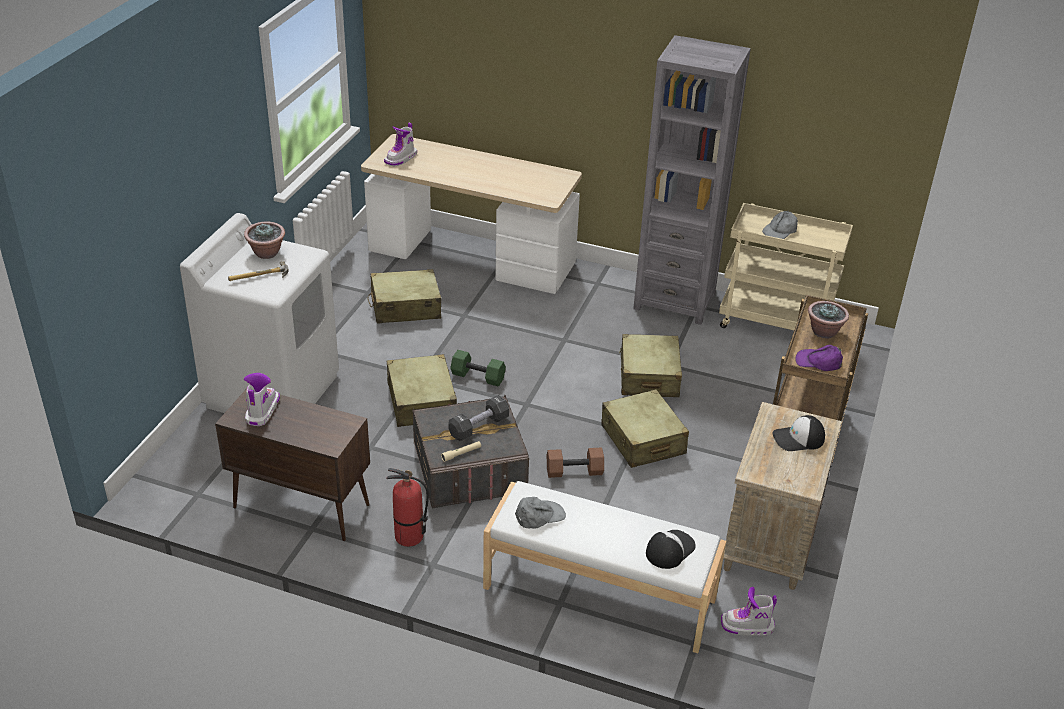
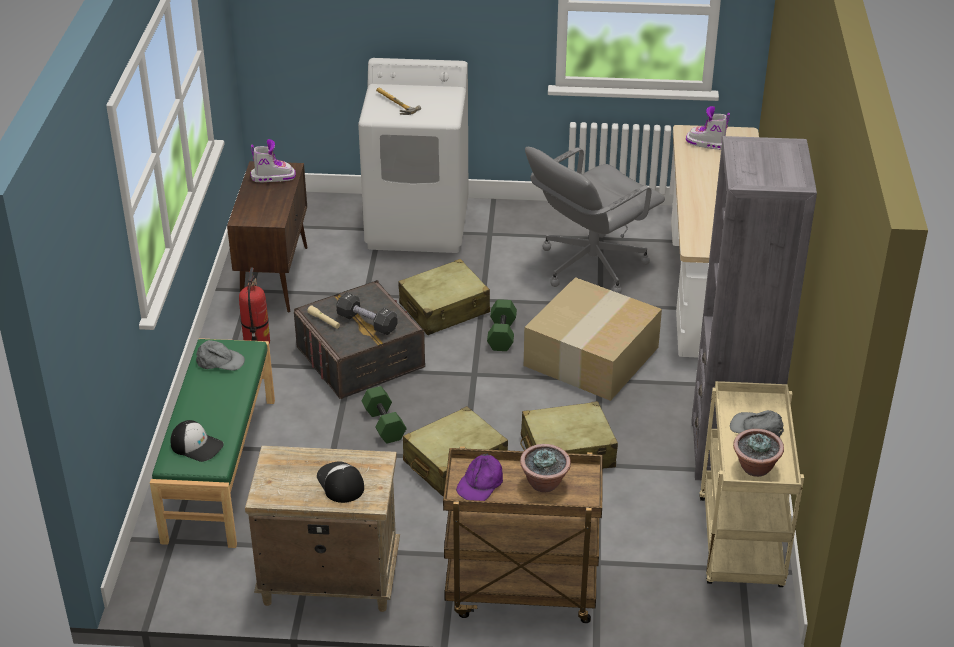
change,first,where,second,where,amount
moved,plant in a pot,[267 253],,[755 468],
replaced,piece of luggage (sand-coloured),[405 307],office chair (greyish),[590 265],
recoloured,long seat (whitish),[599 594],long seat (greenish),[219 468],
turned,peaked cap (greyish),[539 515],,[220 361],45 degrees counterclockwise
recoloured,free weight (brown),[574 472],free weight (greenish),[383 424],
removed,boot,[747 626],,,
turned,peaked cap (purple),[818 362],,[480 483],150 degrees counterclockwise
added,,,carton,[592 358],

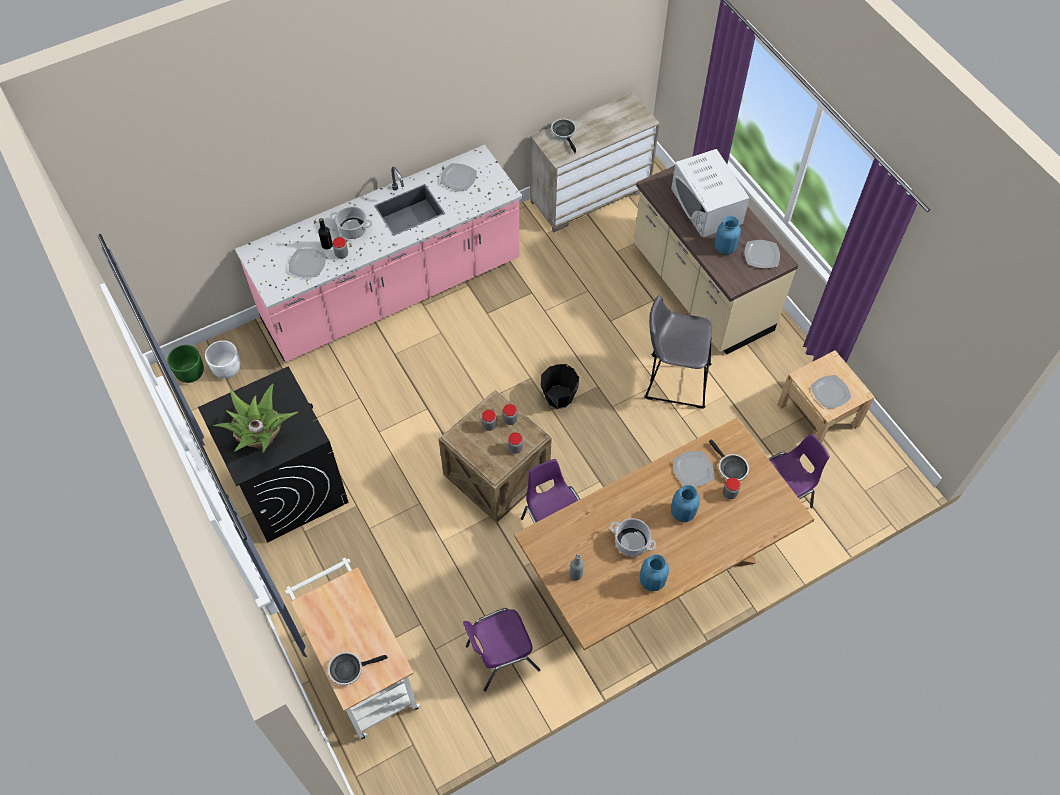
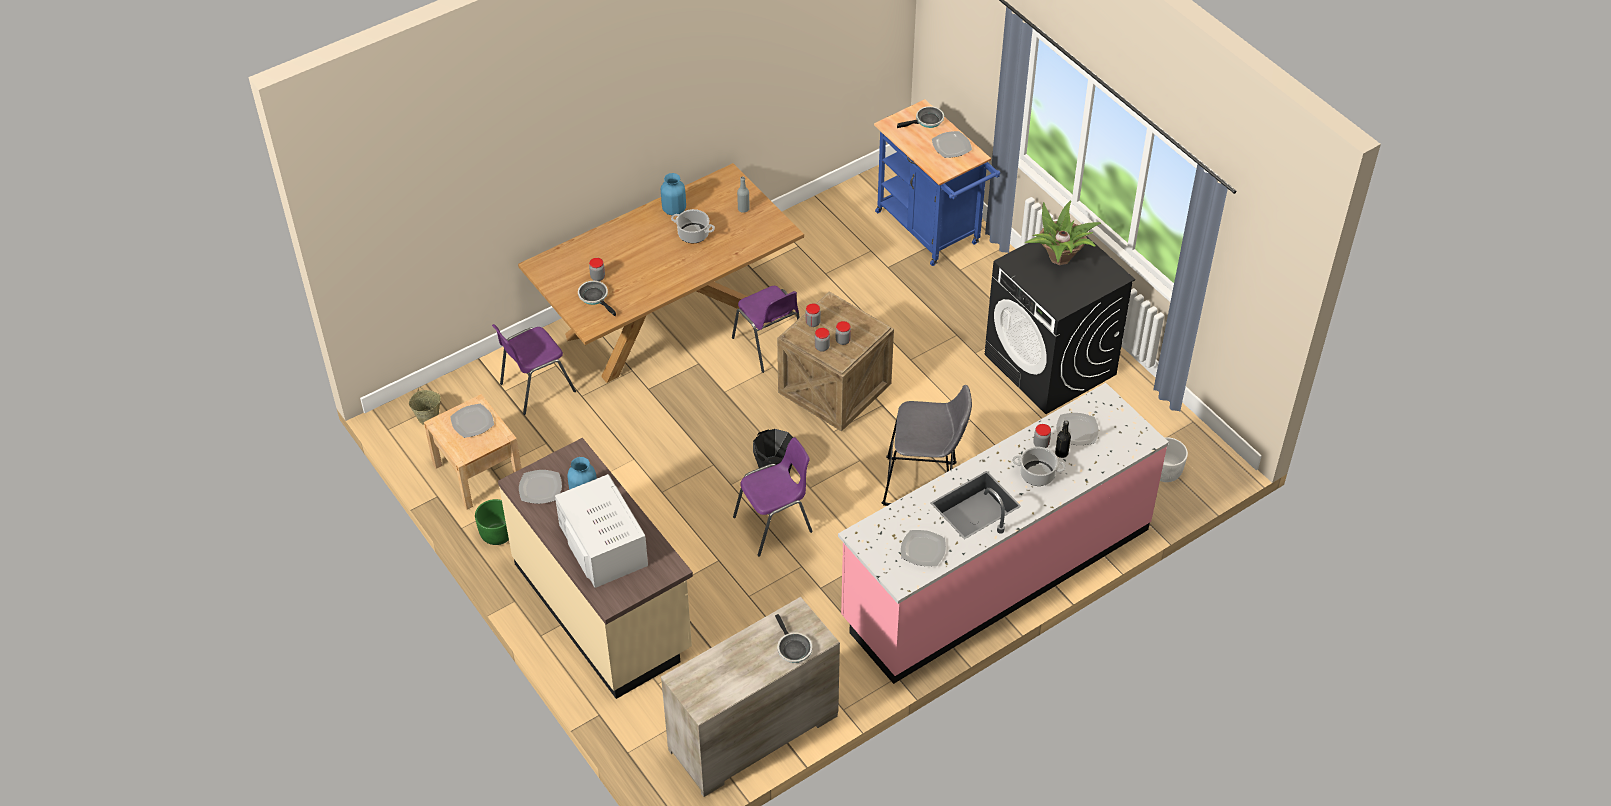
change,first,where,second,where,amount
moved,plant pot (greenish),[190 373],,[497 533],
recoloured,cart (whitish),[363 671],cart (blue-coloured),[932 231],
moved,upright chair (purple),[500 657],,[775 524],
moved,stool (greyish),[673 380],,[924 485],
removed,decorative vase (blue-coloured),[682 512],,,
moved,plate,[693 469],,[951 146],
added,,,bucket (sand-coloured),[428 417],

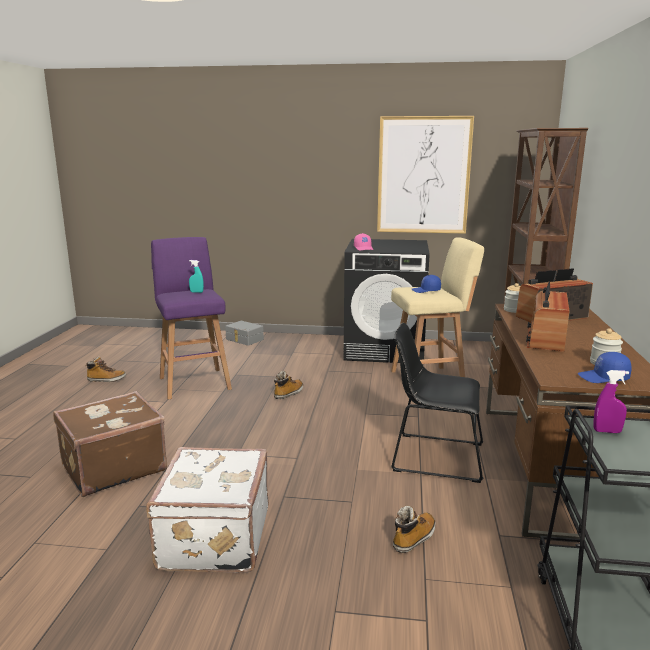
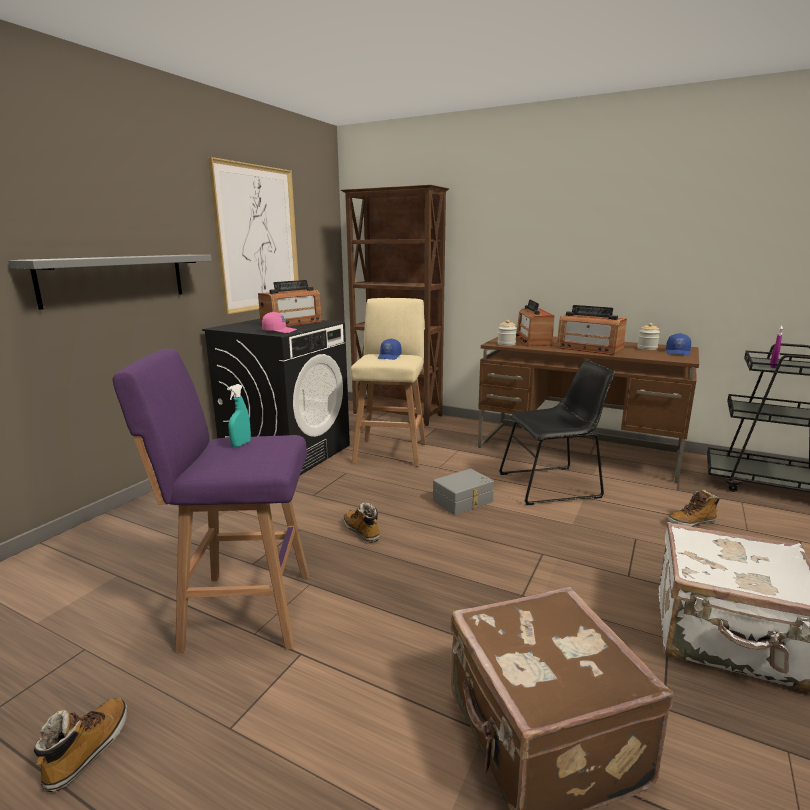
change,first,where,second,where,amount
moved,storage box (greyish),[244 339],,[463 501],
turned,upright chair (black-coloured),[433 456],,[553 485],135 degrees counterclockwise
turned,boot,[414 538],,[691 522],75 degrees counterclockwise
added,,,wall shelf (greyish),[115 279],
added,,,radio,[292 323],

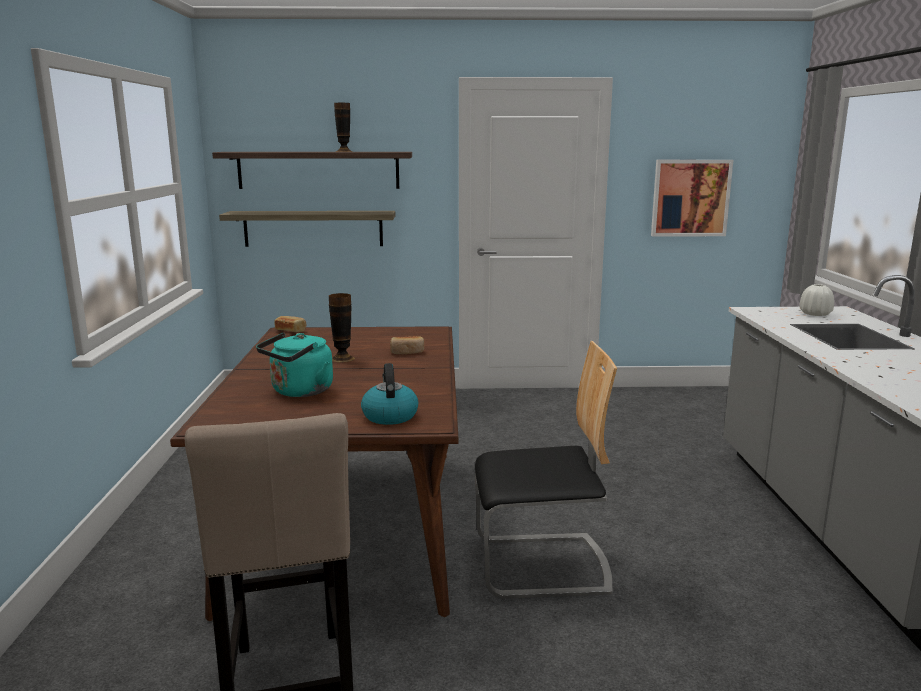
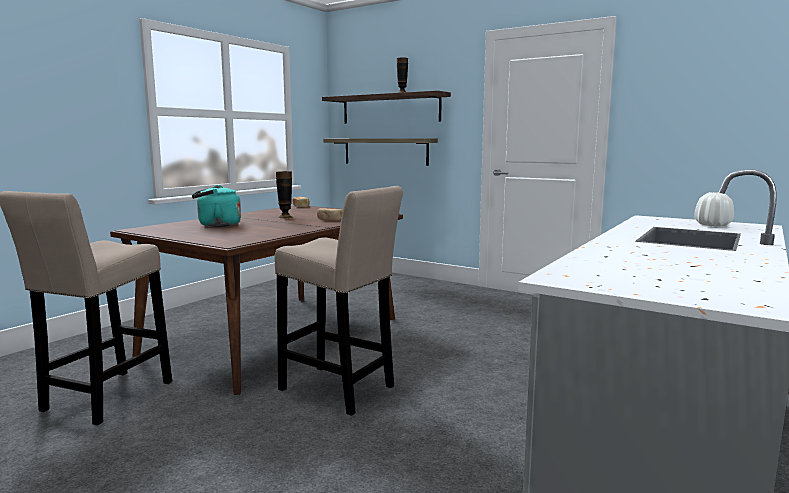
change,first,where,second,where,amount
removed,tea kettle,[389 416],,,
replaced,upright chair,[541 565],stool (sand-coloured),[340 390],
removed,picture,[690 198],,,

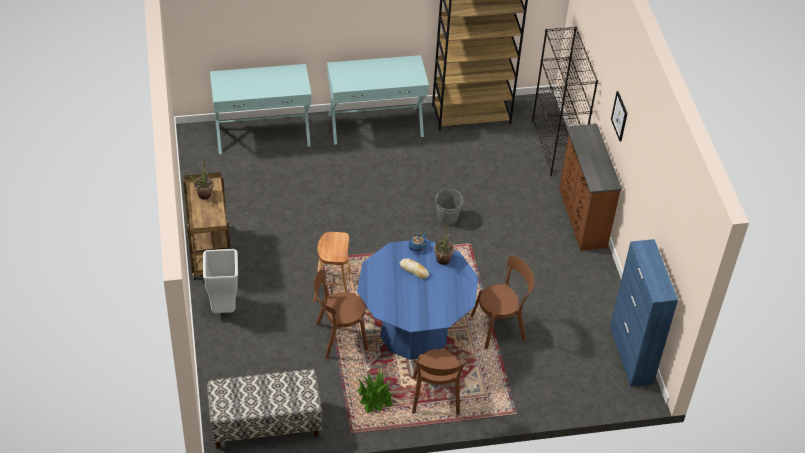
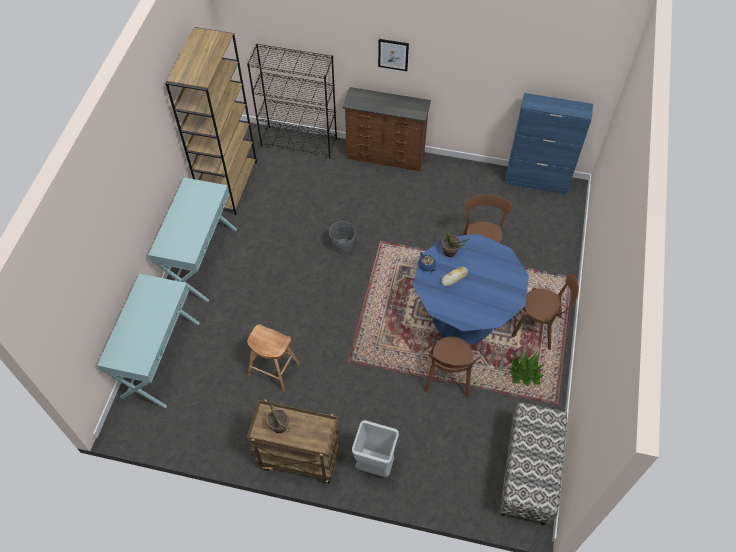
change,first,where,second,where,amount
moved,stool (brown),[332 286],,[274 369],

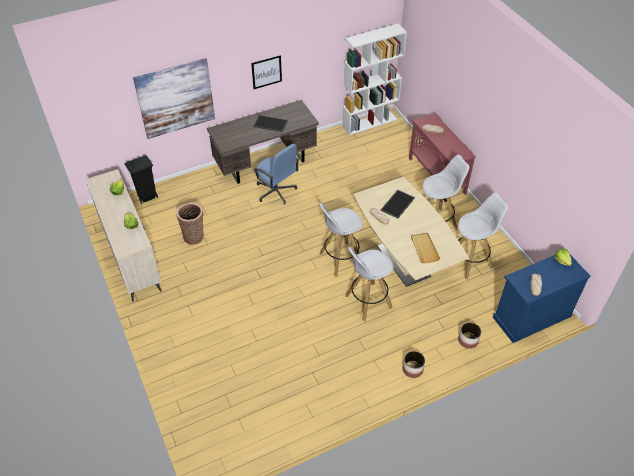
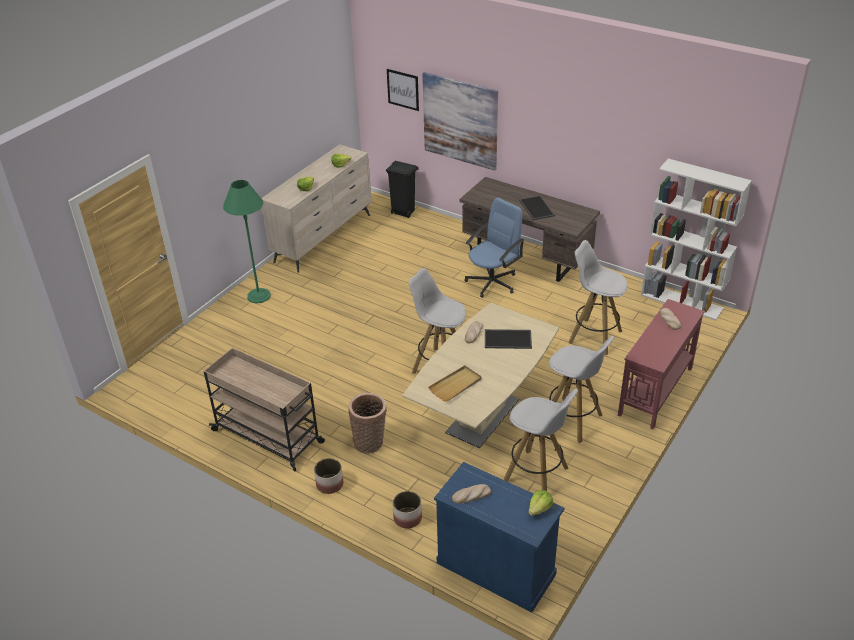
change,first,where,second,where,amount
moved,storage basket,[194 236],,[370 442],
moved,picture,[266 72],,[403 89],
turned,office chair (blue-coloured),[276 191],,[492 282],150 degrees counterclockwise
moved,stool (whitish),[367 302],,[594 336],
added,,,cart (sand-coloured),[269 437],
added,,,standing lamp (greenish),[259 296],

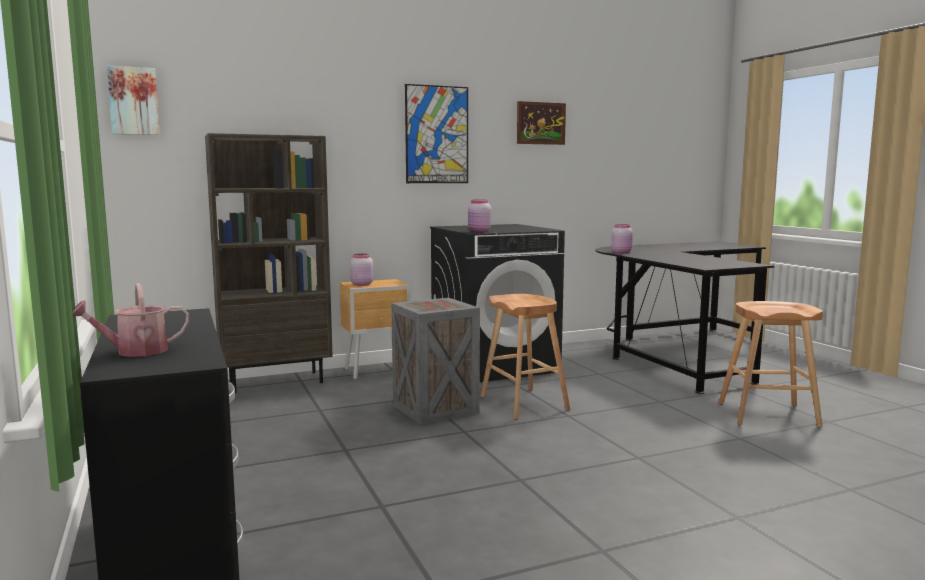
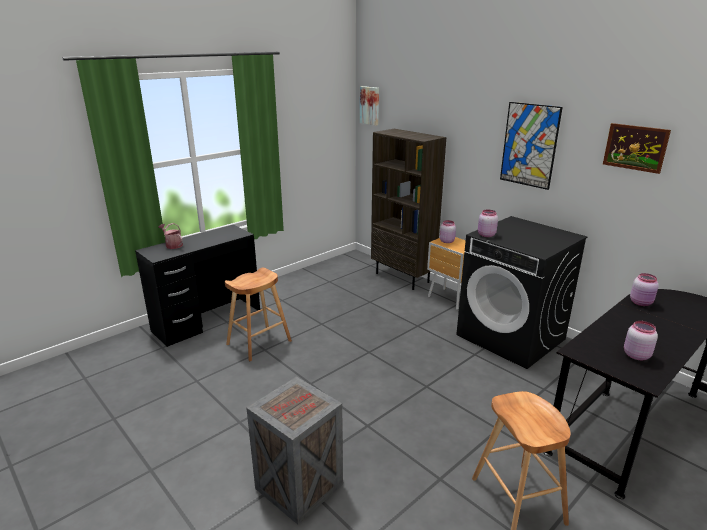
change,first,where,second,where,amount
moved,crate,[434 410],,[297 486],
moved,stool (brown),[523 403],,[259 342],
added,,,preserve jar (pinkish),[635 355],

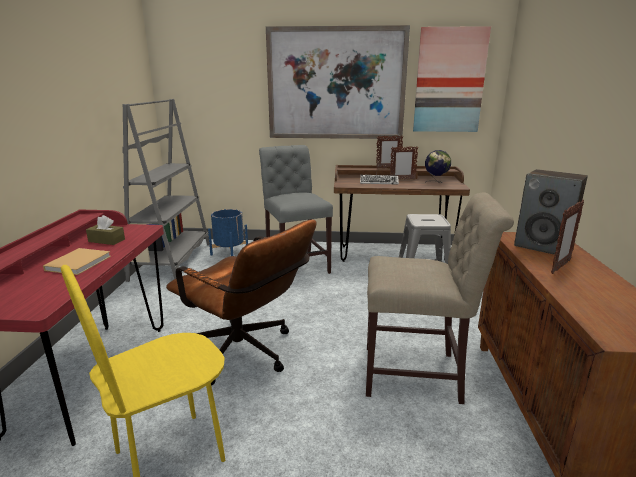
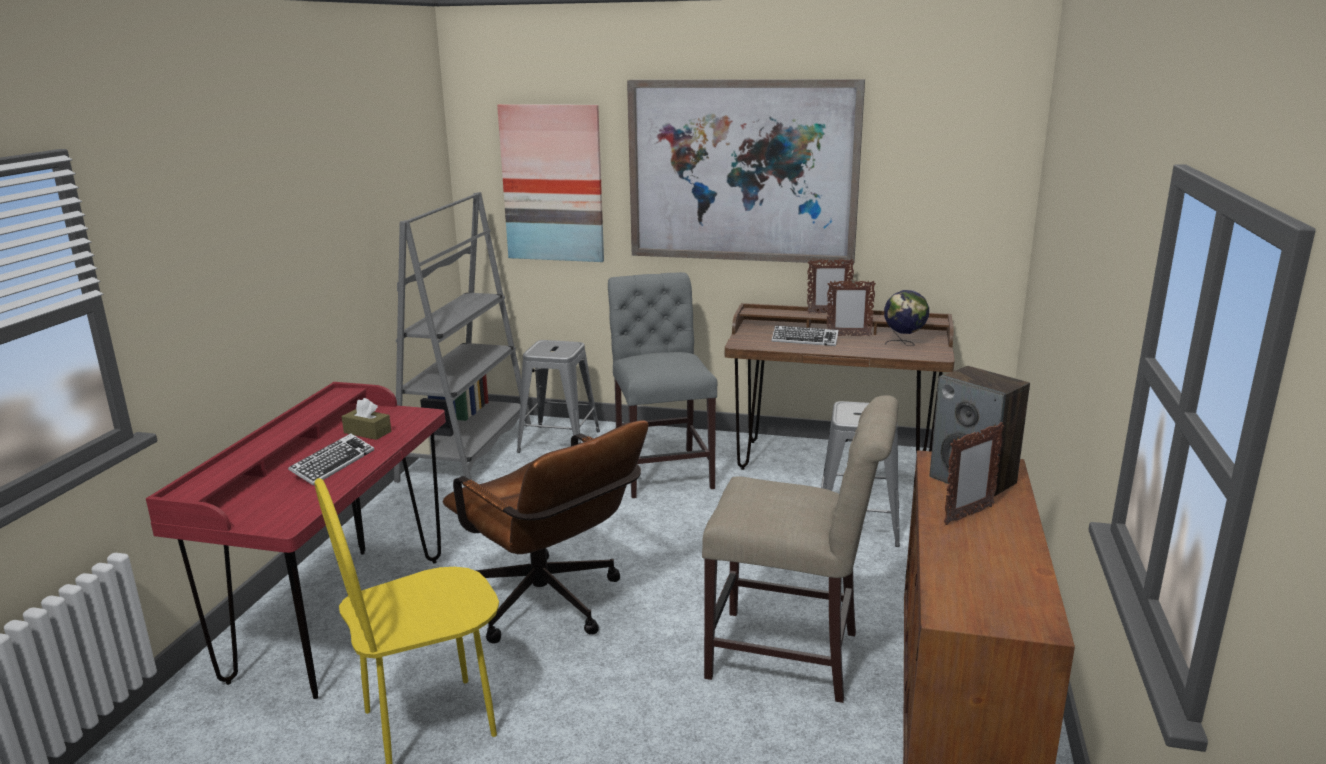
change,first,where,second,where,amount
replaced,book (sand-coloured),[80 262],computer keyboard,[333 464],
replaced,plant pot (blue-coloured),[229 252],stool (greyish),[559 442],
moved,picture,[449 81],,[552 183],

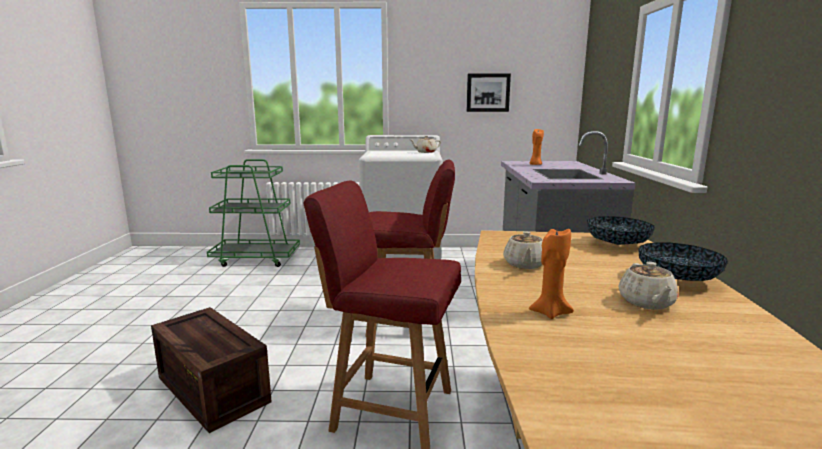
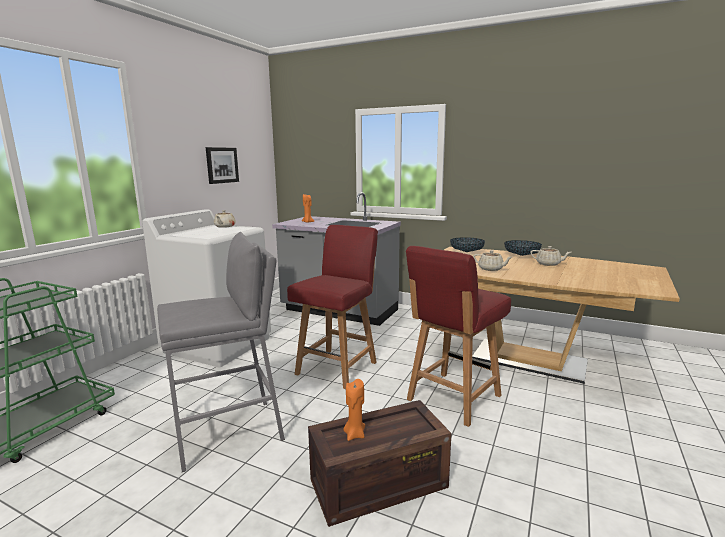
change,first,where,second,where,amount
moved,wax light (orangey),[550 312],,[354 434],
added,,,stool (greyish),[229 433],

